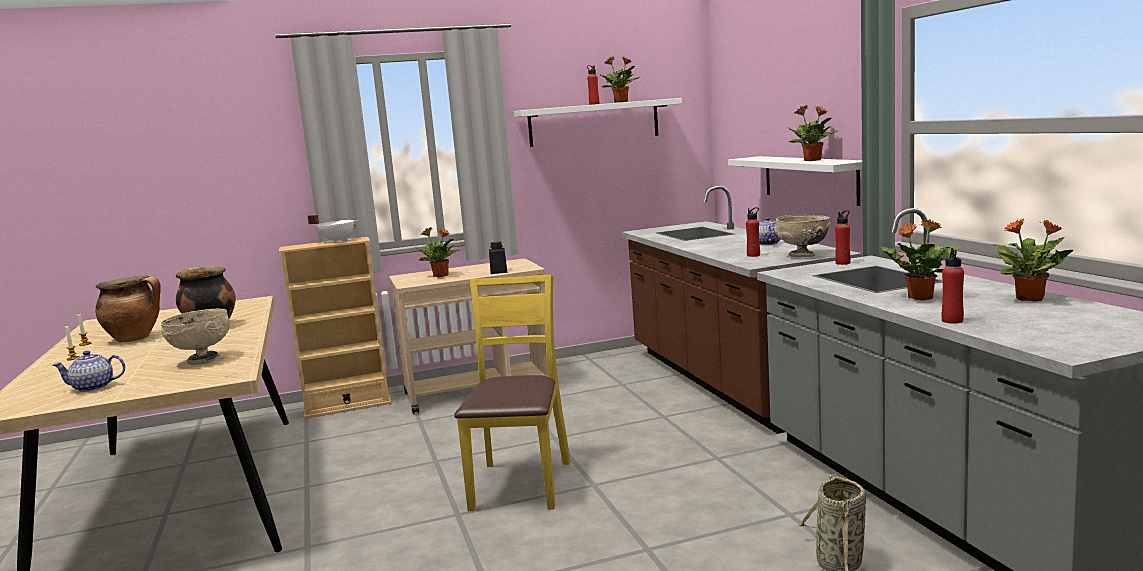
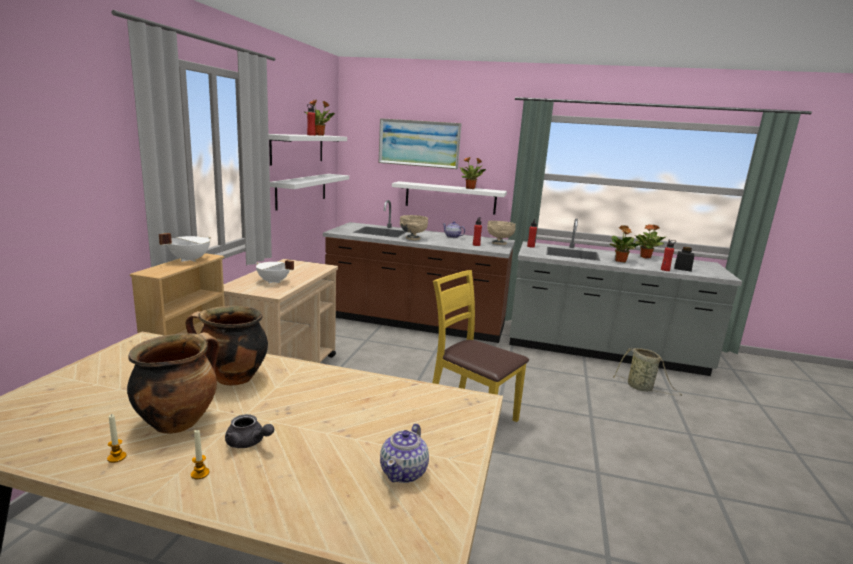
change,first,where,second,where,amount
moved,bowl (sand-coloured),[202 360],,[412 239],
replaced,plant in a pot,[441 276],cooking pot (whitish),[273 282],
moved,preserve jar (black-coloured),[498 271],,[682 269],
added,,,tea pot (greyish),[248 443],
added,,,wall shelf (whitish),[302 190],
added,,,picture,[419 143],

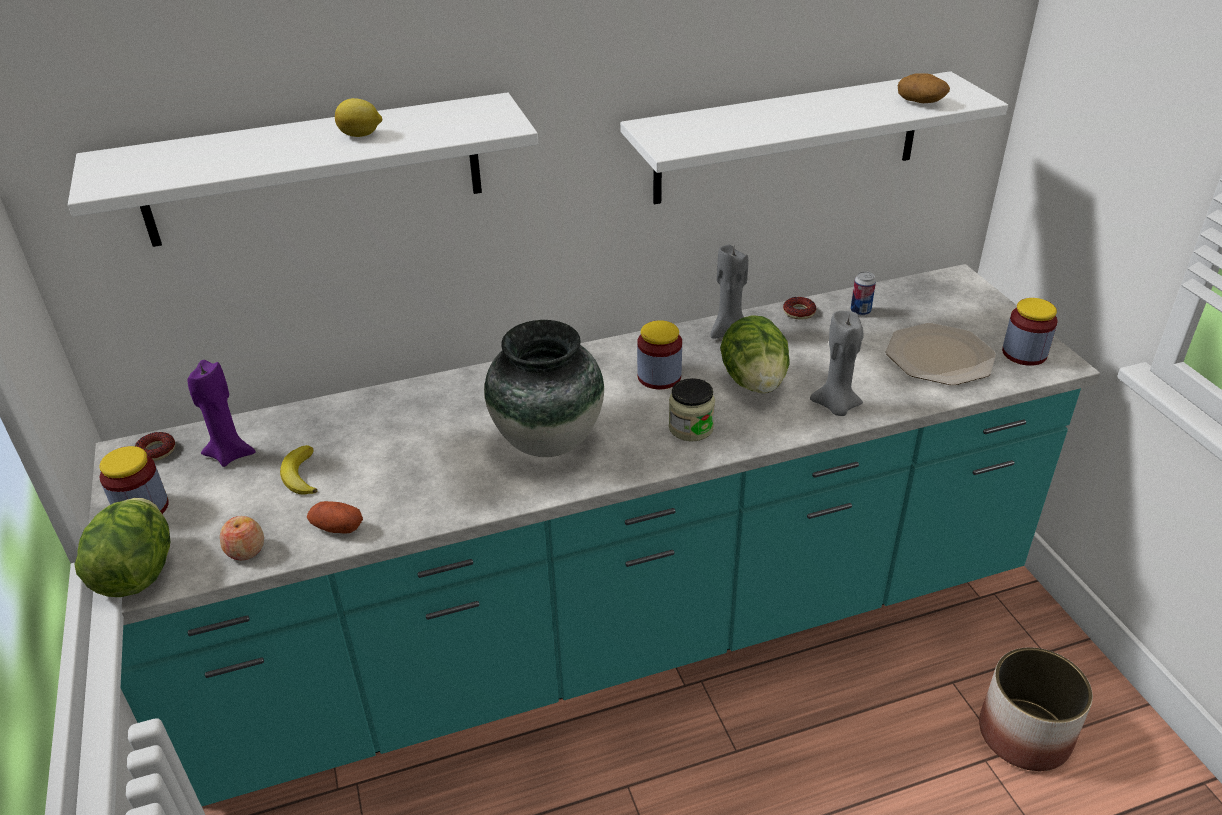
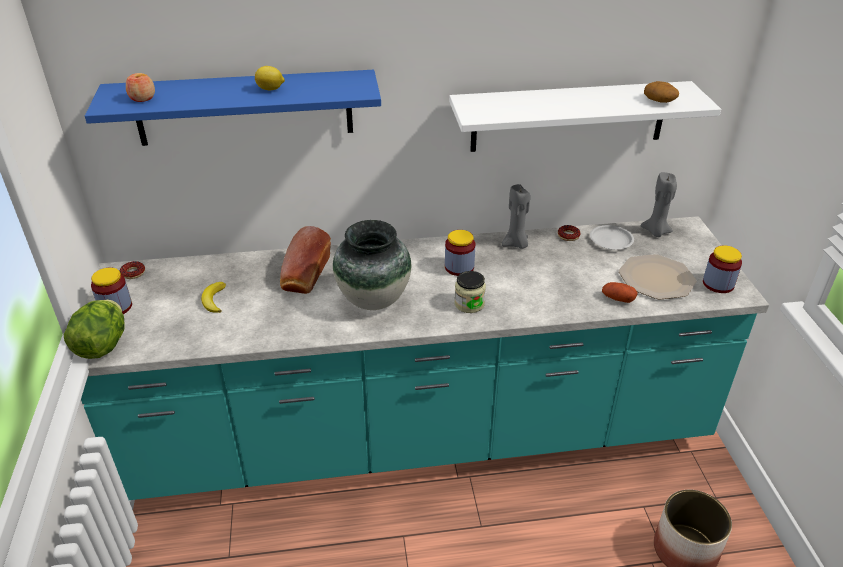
change,first,where,second,where,amount
recoloured,wall shelf (whitish),[313 170],wall shelf (blue-coloured),[244 108],
removed,wax light (purple),[230 454],,,
moved,apple fruit,[245 550],,[142 98],
moved,whole potato,[337 527],,[617 299],
removed,head of lettuce,[754 382],,,
moved,wax light (greyish),[836 406],,[656 232],
replaced,metal can,[860 311],plate (whitish),[611 240],
added,,,baked bread,[305 275],

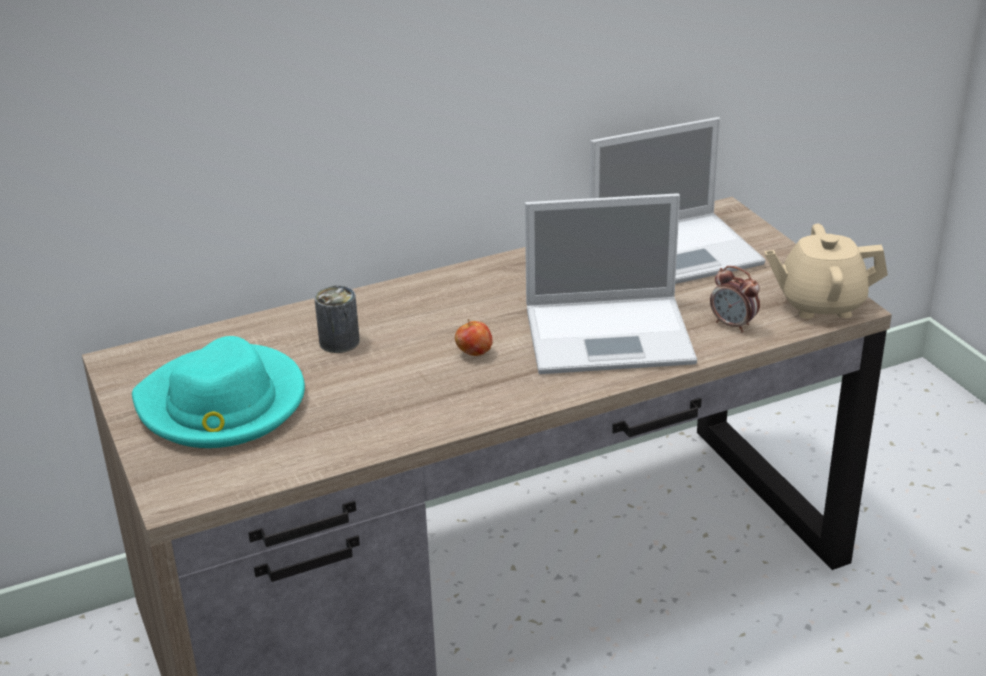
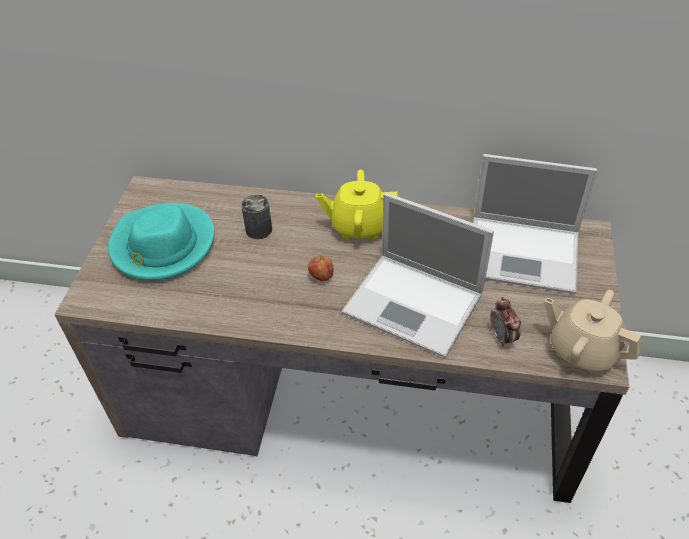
change,first,where,second,where,amount
added,,,tea pot (yellowish),[359 226],

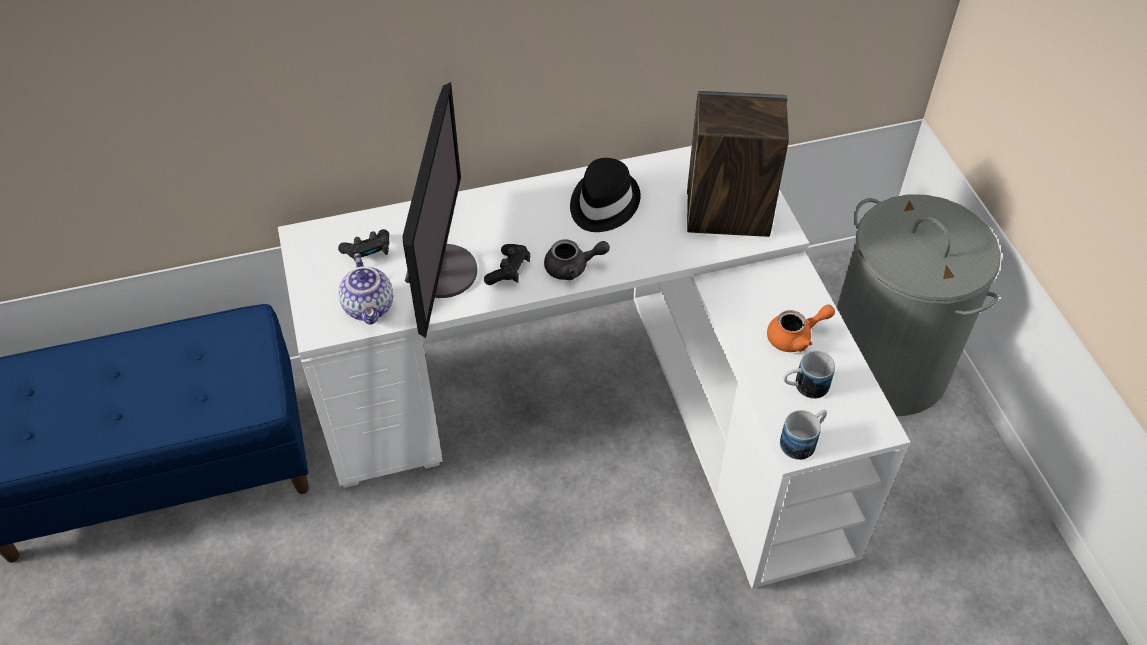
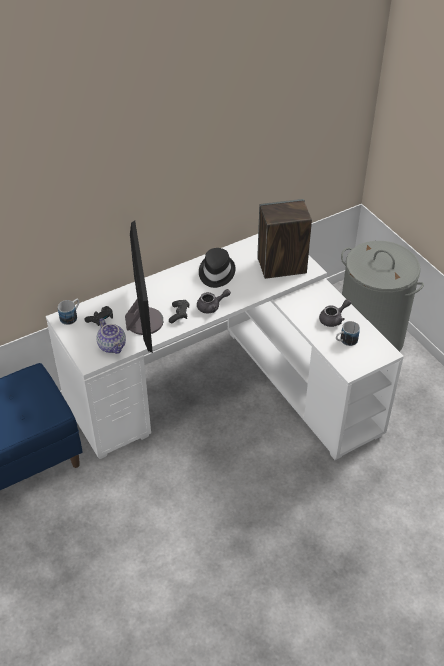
change,first,where,second,where,amount
recoloured,tea pot (orangey),[795 337],tea pot (greyish),[334 319],
moved,coffee mug,[803 440],,[71 316],

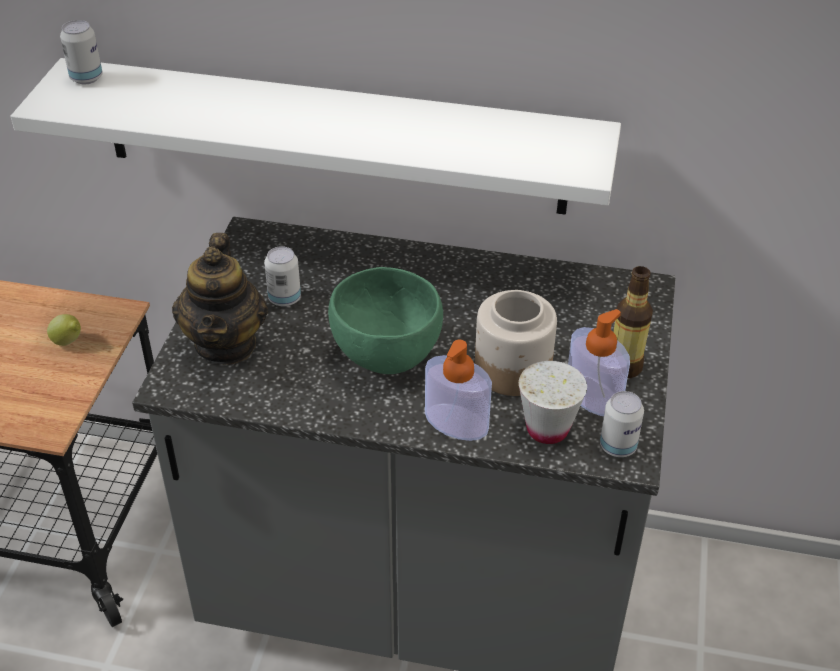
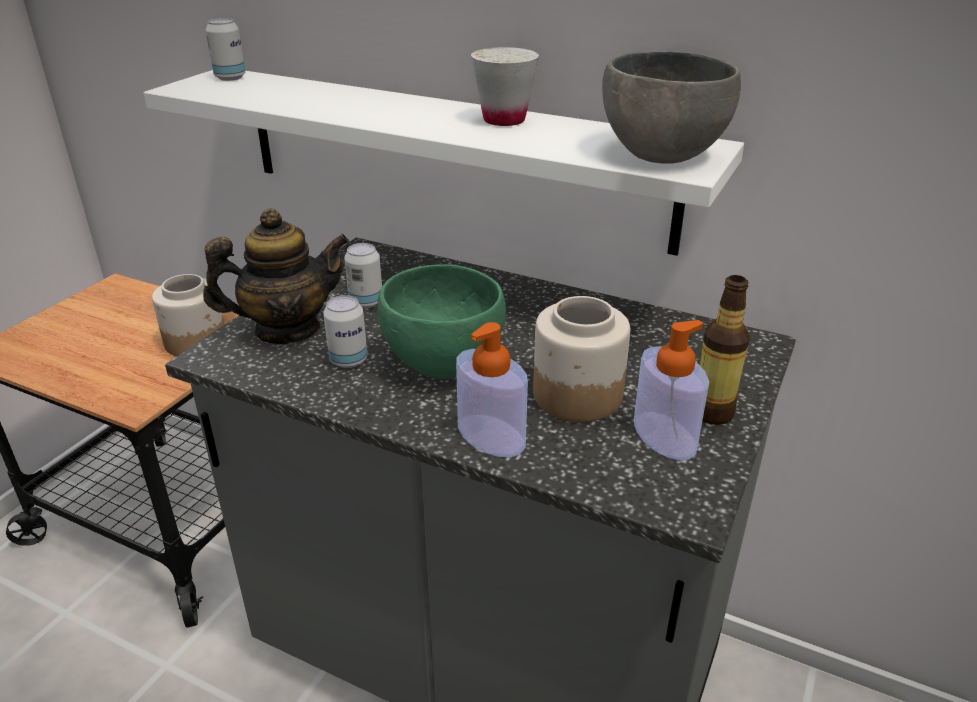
change,first,where,second,where,amount
replaced,lemon,[69 342],preserve jar,[196 341],
turned,tea pot,[226 344],,[287 330],120 degrees counterclockwise
moved,drinking cup (whitish),[547 429],,[504 120],
moved,metal can,[617 446],,[348 360],
added,,,bowl (greyish),[662 154],

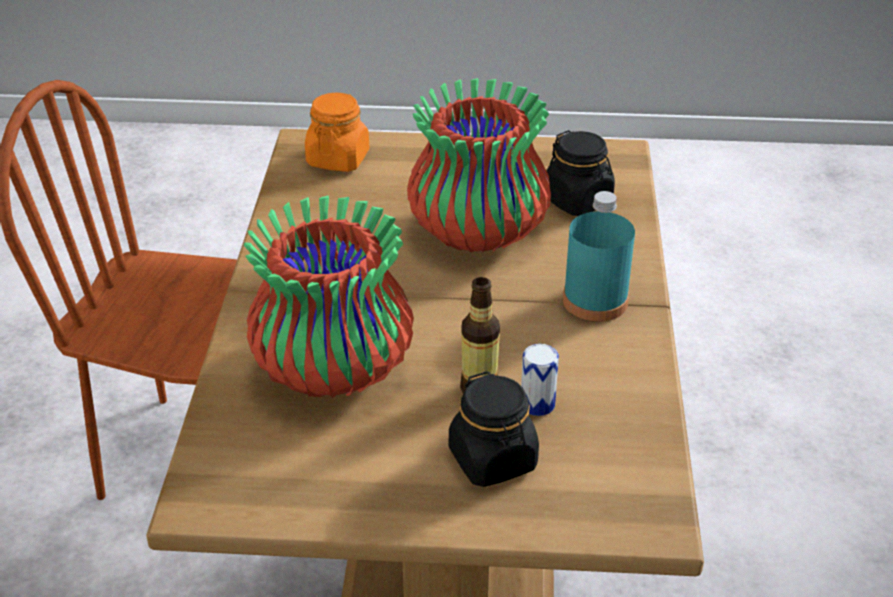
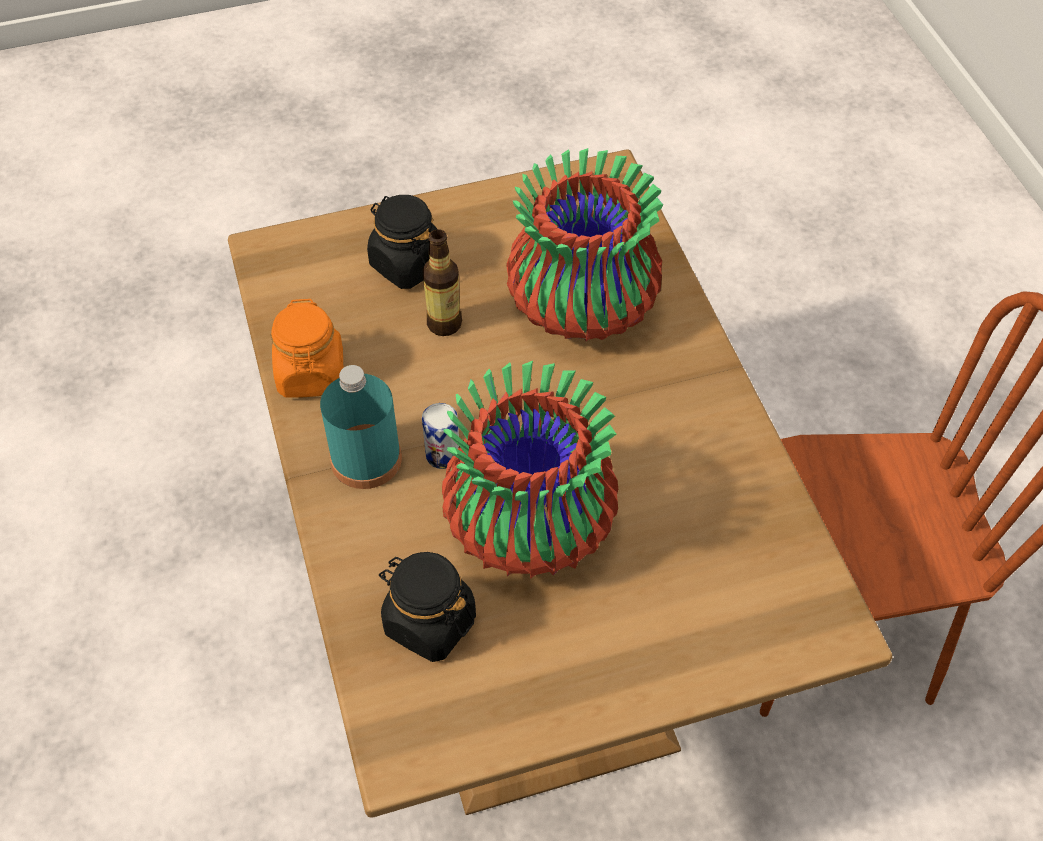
change,first,where,second,where,amount
moved,preserve jar (orangey),[338 159],,[311 375],
moved,metal can,[537 404],,[443 455],

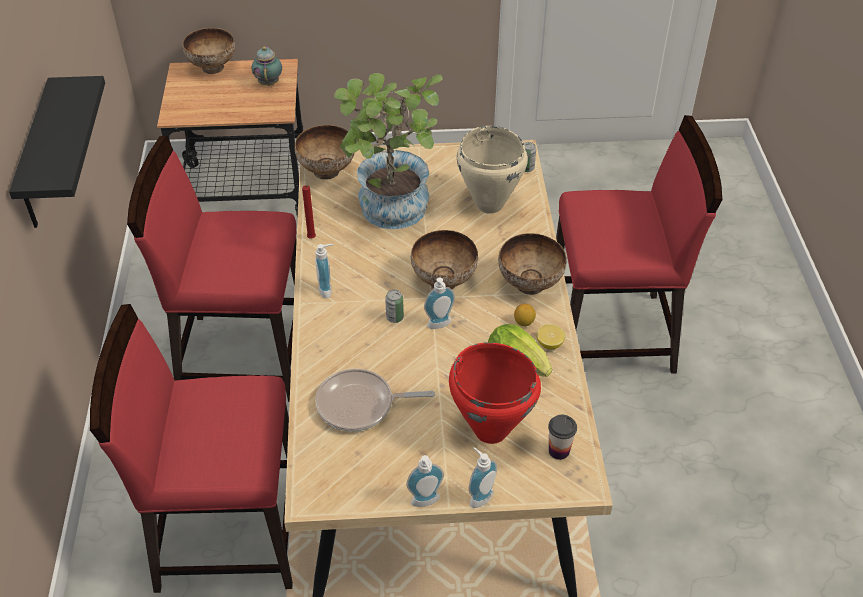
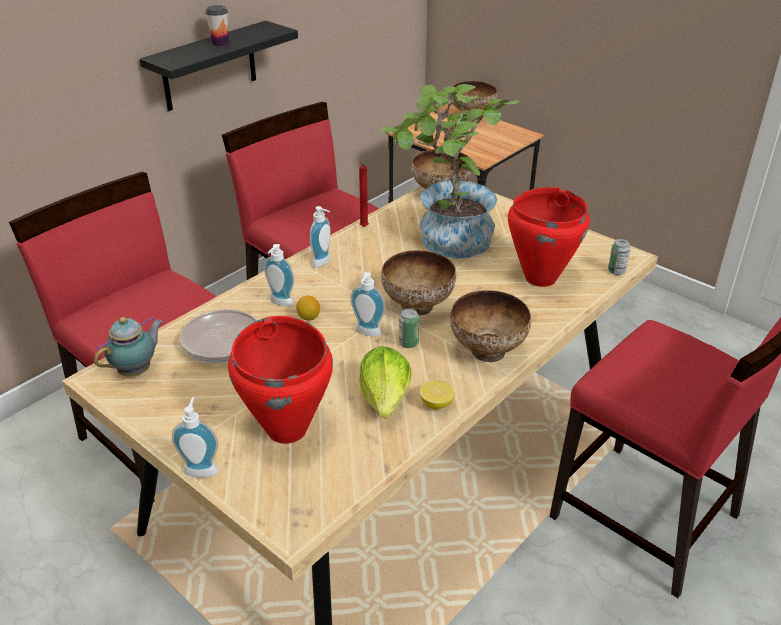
change,first,where,second,where,amount
moved,tea pot,[269 82],,[137 370],
moved,metal can,[395 317],,[408 343],
moved,soap bottle,[426 503],,[279 303],
recoloured,cooking pot (sand-coloured),[489 205],cooking pot (red-coloured),[539 278],
moved,lemon,[524 322],,[308 317],
moved,drinking cup,[559 451],,[220 43],

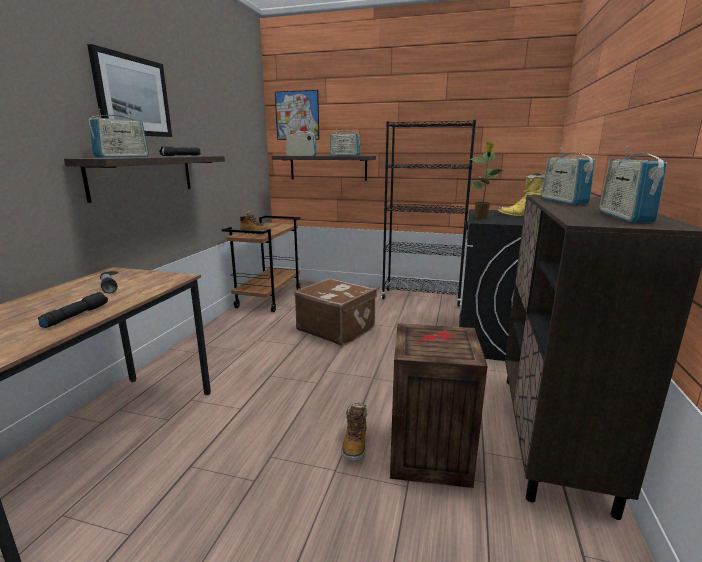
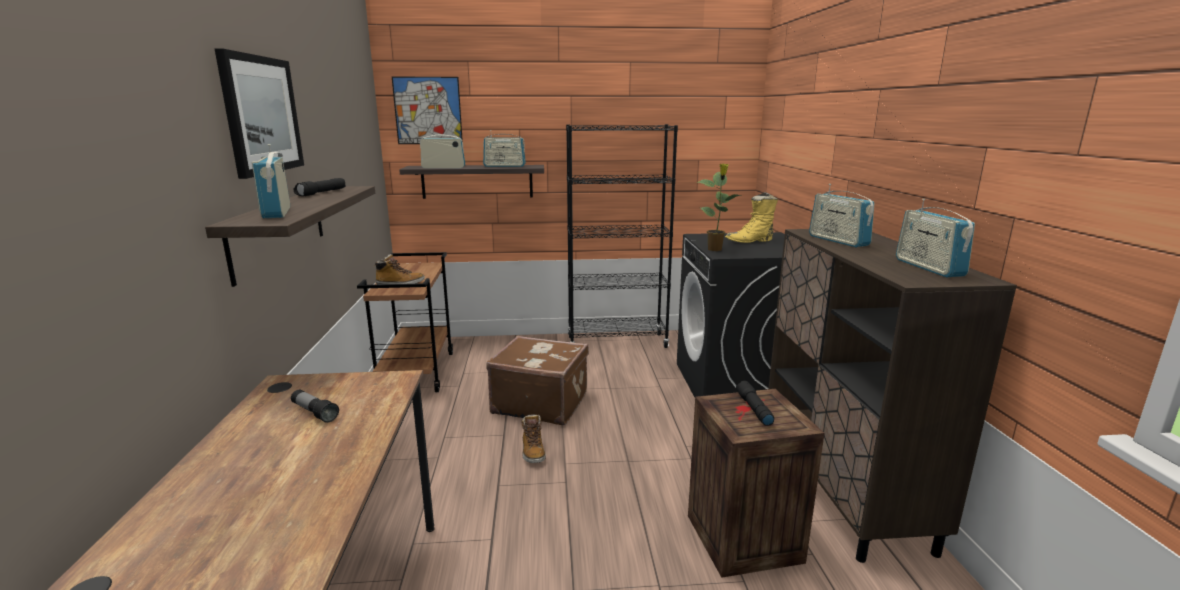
change,first,where,second,where,amount
moved,flashlight (black-coloured),[76 315],,[753 409],
turned,radio,[122 157],,[277 212],150 degrees clockwise
moved,boot,[355 443],,[533 451],

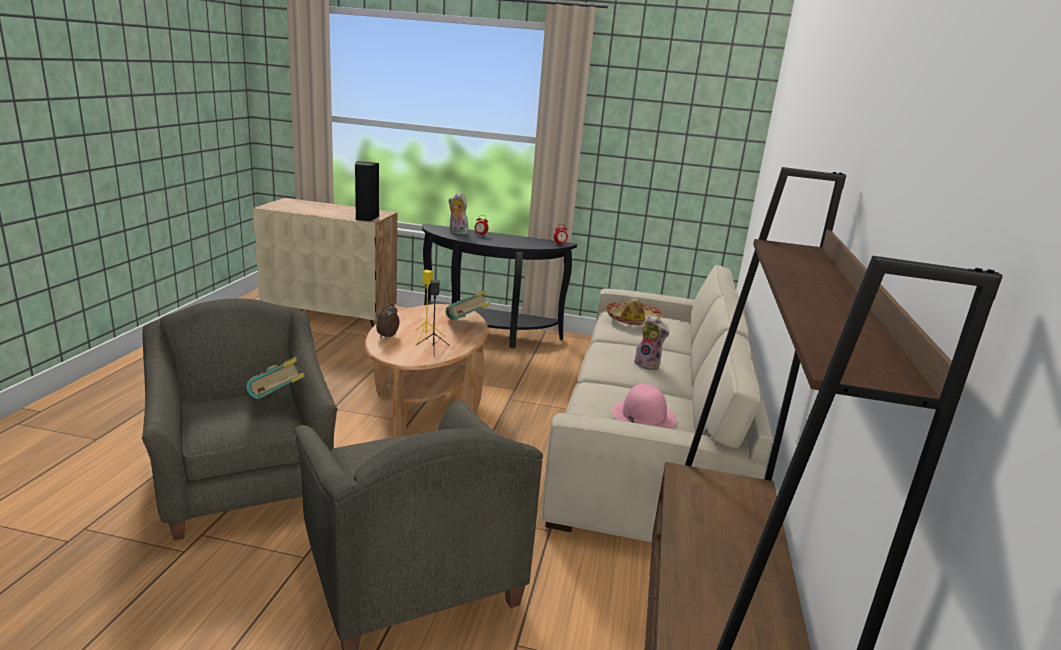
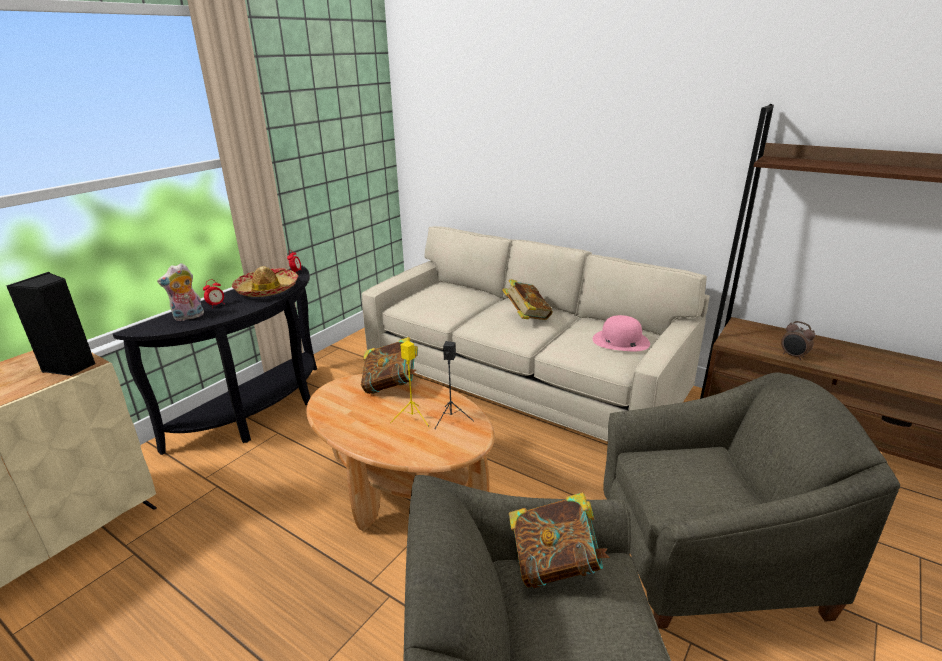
change,first,where,second,where,amount
moved,table clock,[387 337],,[793 356],
moved,wearable hat,[632 319],,[267 290],
replaced,soft toy,[648 365],book,[526 317],

